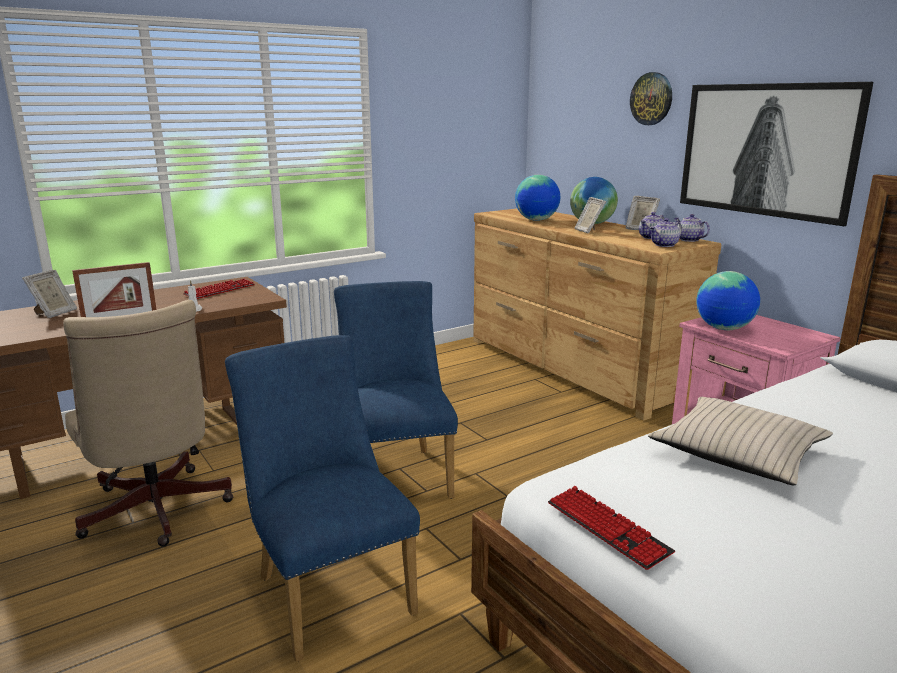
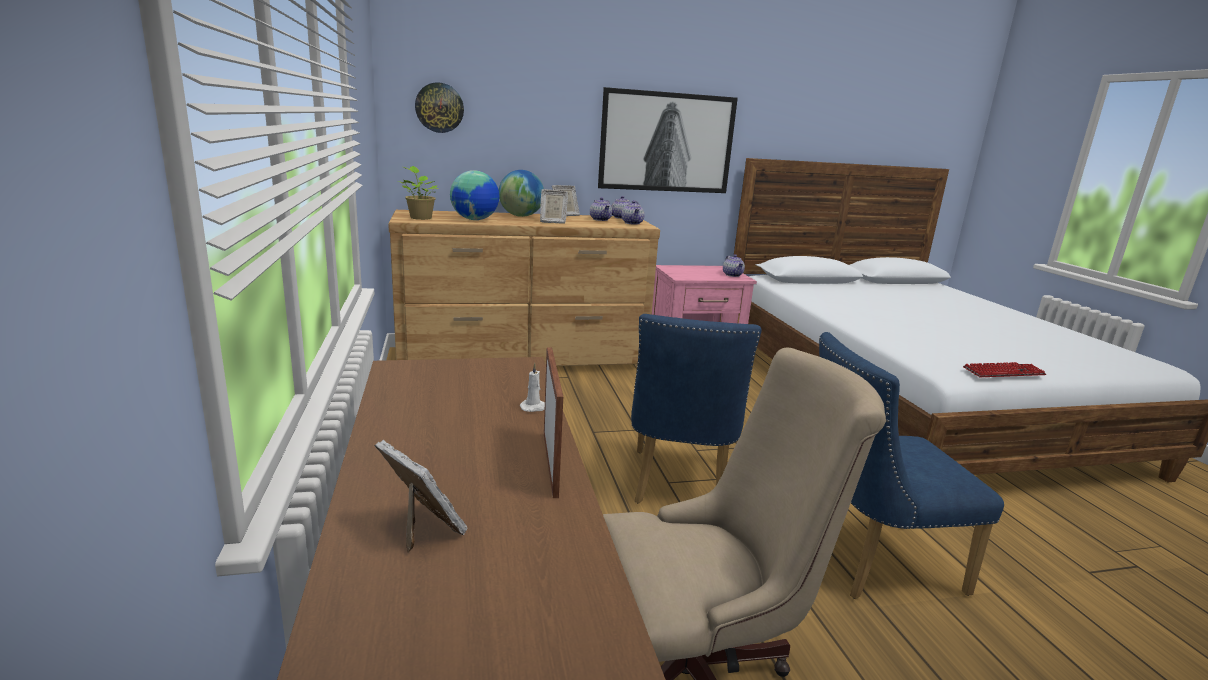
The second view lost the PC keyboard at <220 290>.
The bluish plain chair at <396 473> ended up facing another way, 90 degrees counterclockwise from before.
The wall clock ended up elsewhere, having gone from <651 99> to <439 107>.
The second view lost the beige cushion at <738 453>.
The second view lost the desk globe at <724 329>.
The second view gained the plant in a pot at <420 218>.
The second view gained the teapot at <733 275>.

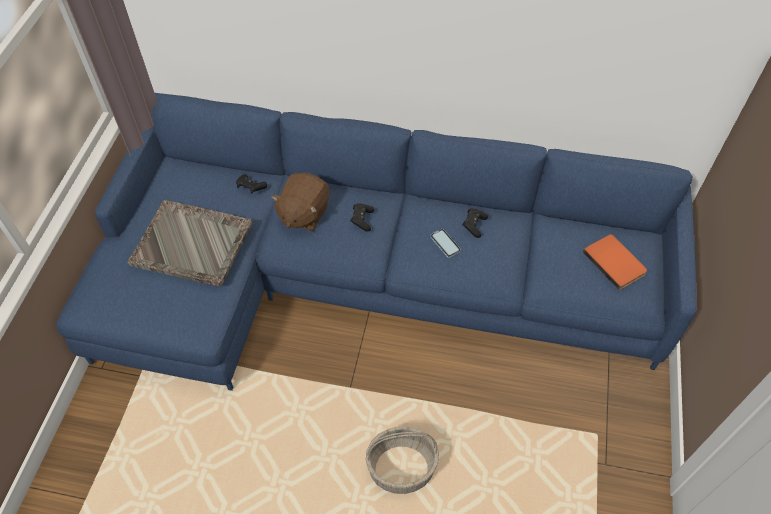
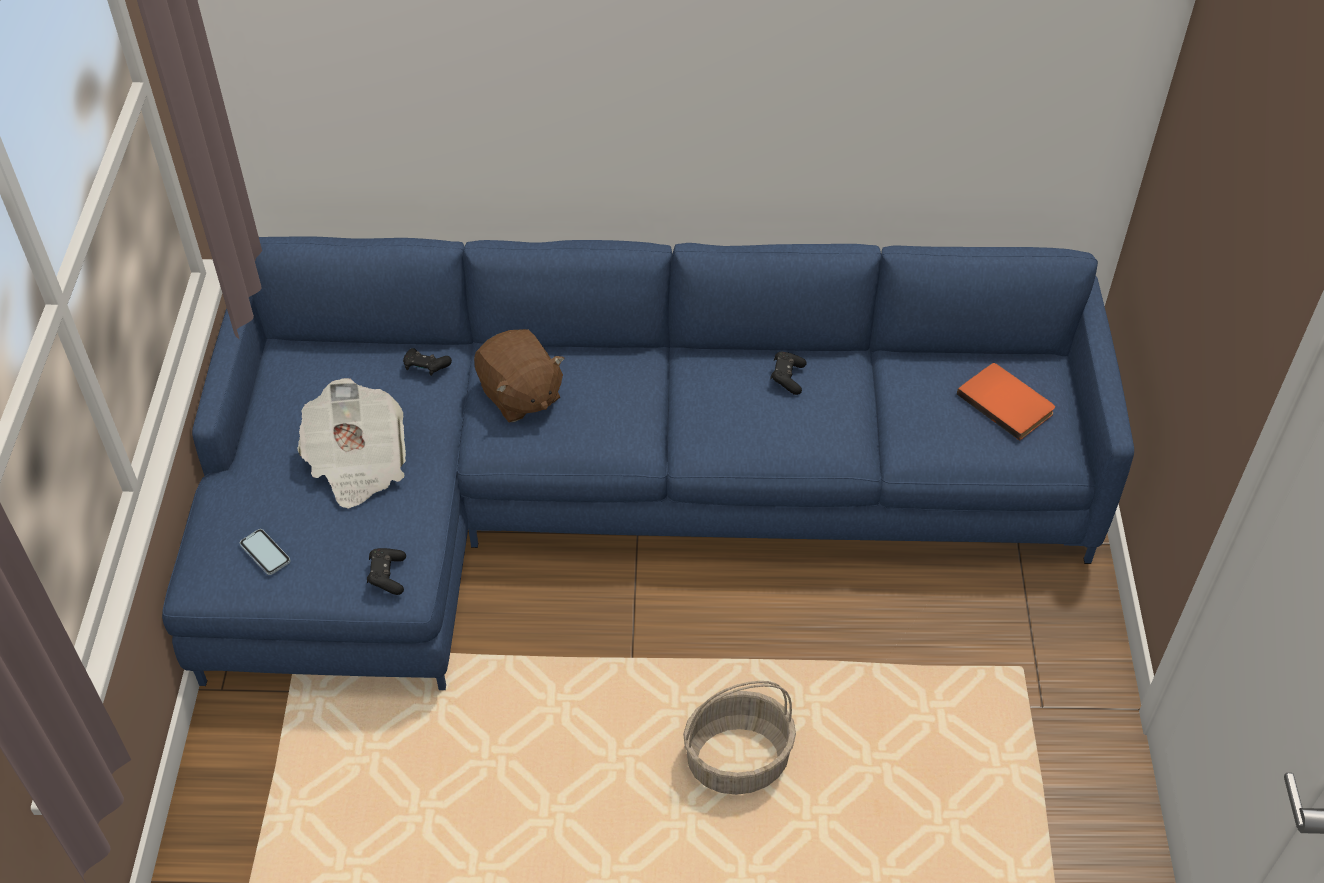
Where the gray serving tray stood at <193 244>, the daily paper came to stand at <357 463>.
The brown-coloured plush toy at <303 214> ended up facing another way, 45 degrees counterclockwise from before.
The black-coloured gamepad ended up elsewhere, having gone from <362 220> to <387 576>.
The phone ended up elsewhere, having gone from <445 244> to <265 553>.

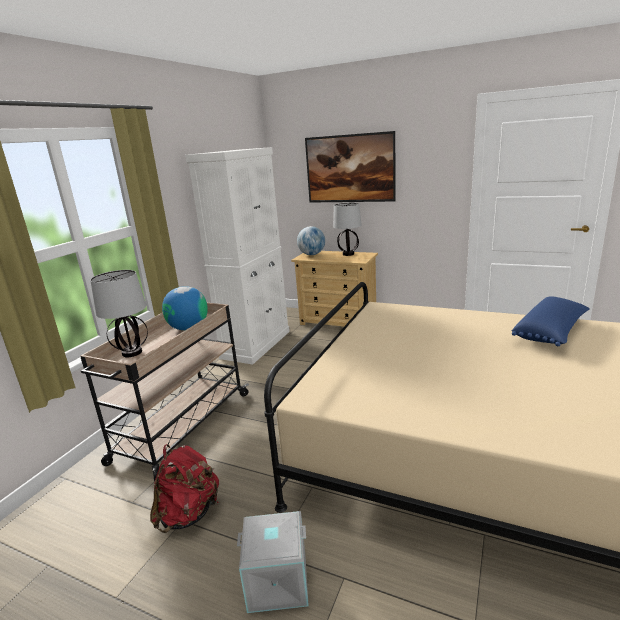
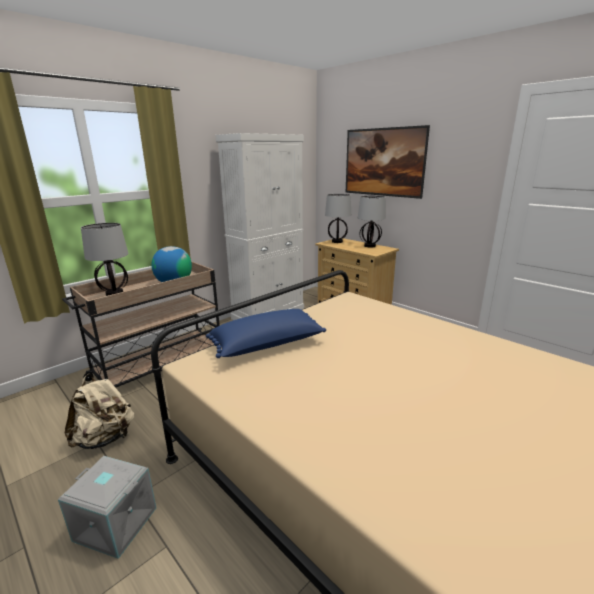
What was the reddish backpack at <189 514> turned into the beige backpack at <105 438>.
Where the desk globe stood at <312 254>, the table lamp came to stand at <337 241>.
The bluish cushion ended up elsewhere, having gone from <551 332> to <268 346>.

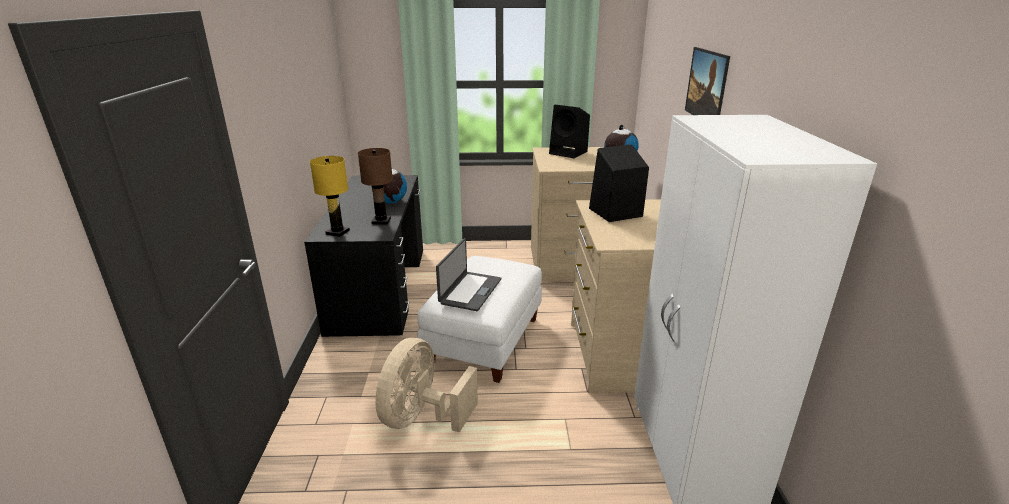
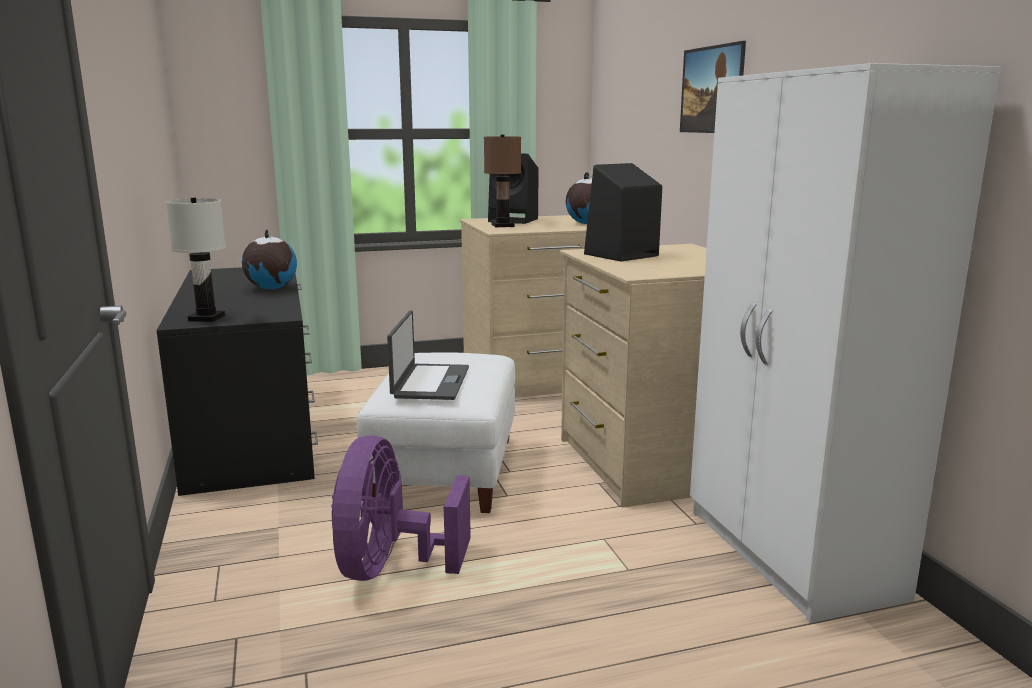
What was the yellowish table lamp at <338 232> turned into the whitish table lamp at <207 318>.
The brown-coloured table lamp ended up elsewhere, having gone from <381 221> to <502 225>.
What was the beige fan at <422 417> turned into the purple-coloured fan at <390 567>.

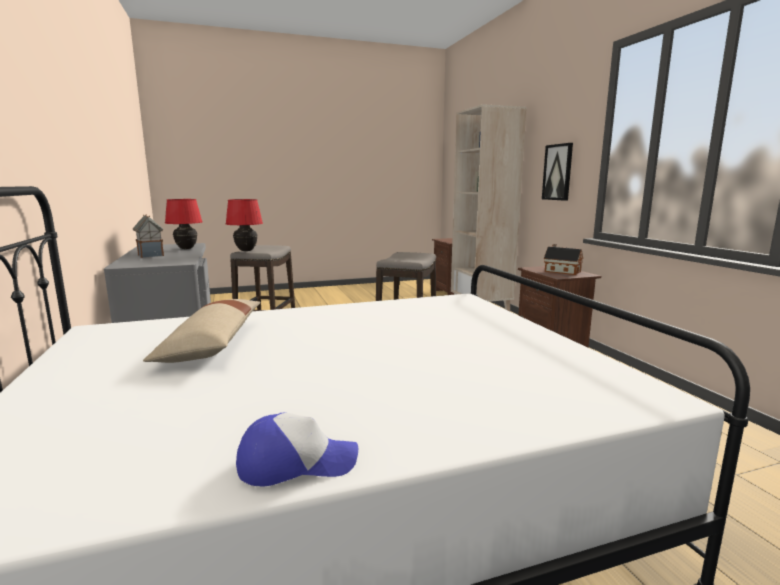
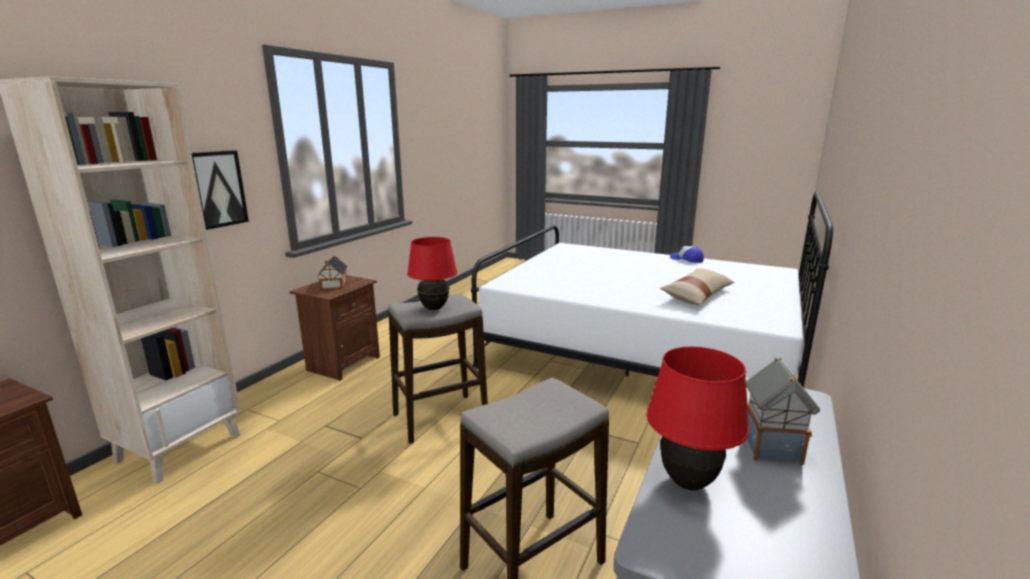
The reddish table lamp ended up elsewhere, having gone from <246 251> to <434 308>.

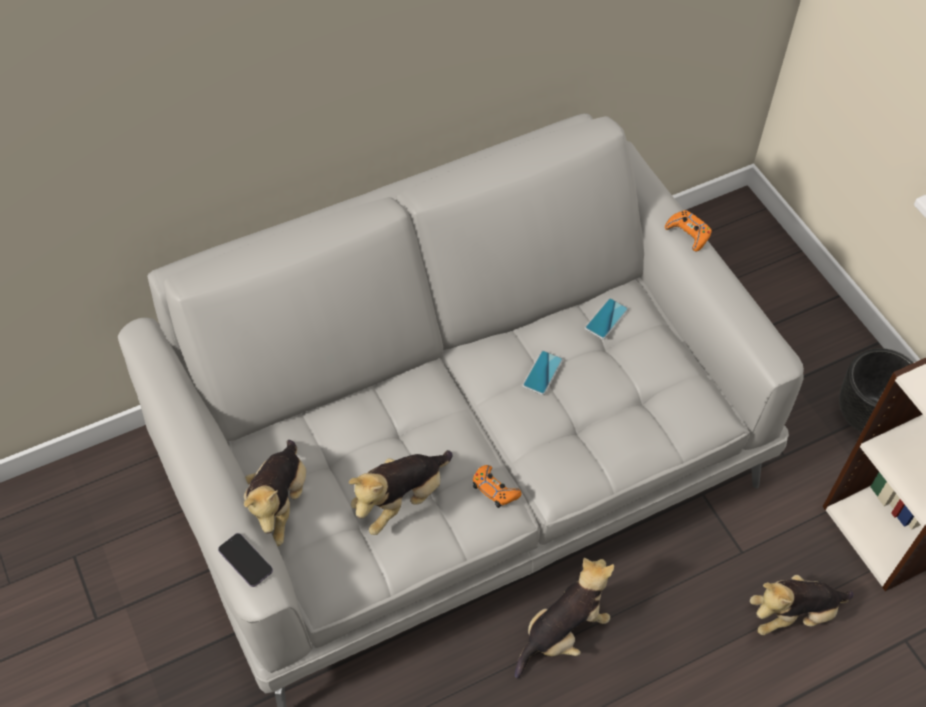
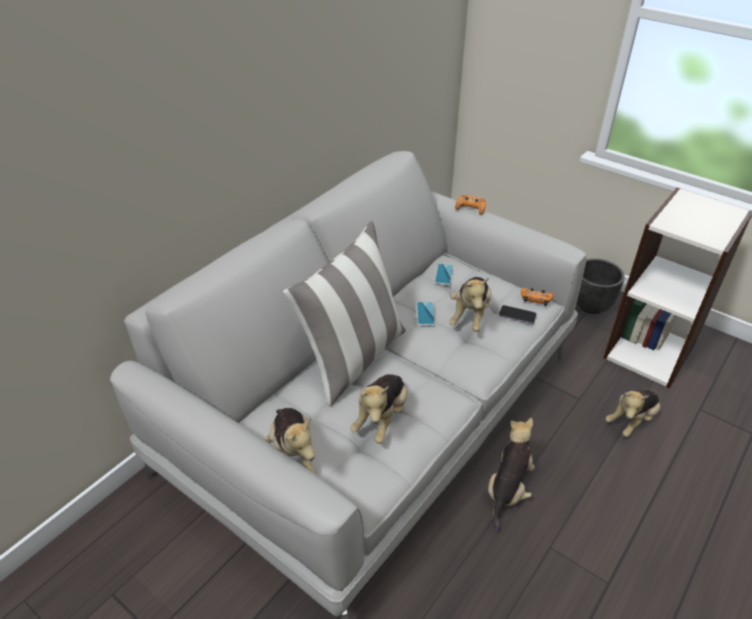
The phone ended up elsewhere, having gone from <245 561> to <517 315>.
The orange gamepad ended up elsewhere, having gone from <495 489> to <535 299>.
The second view gained the cushion at <352 358>.
The second view gained the plush toy at <470 315>.

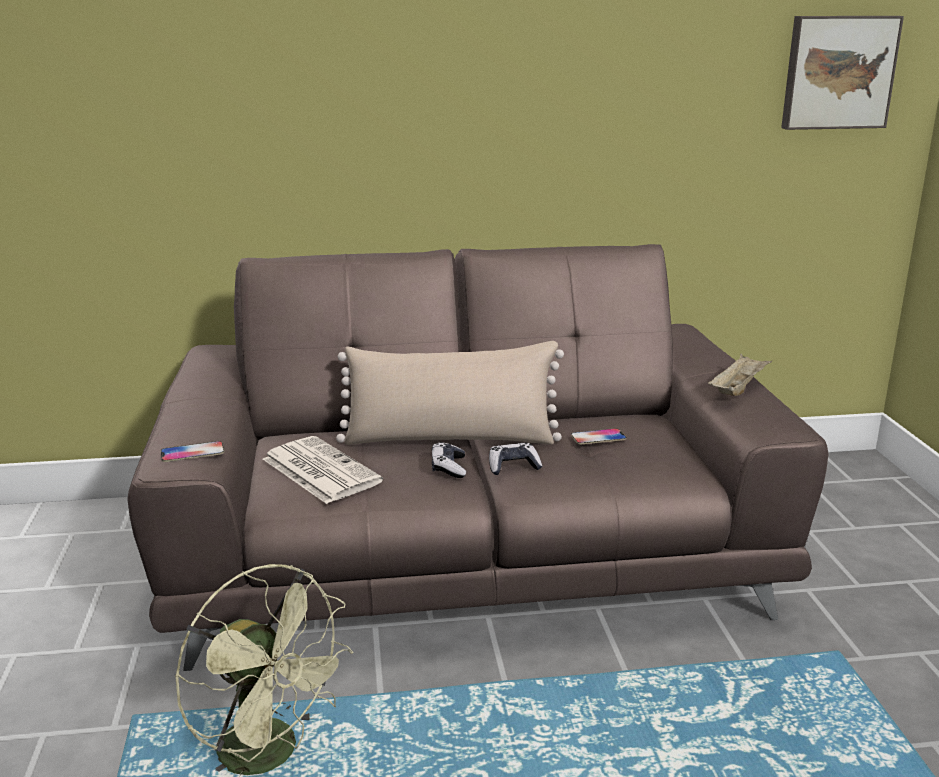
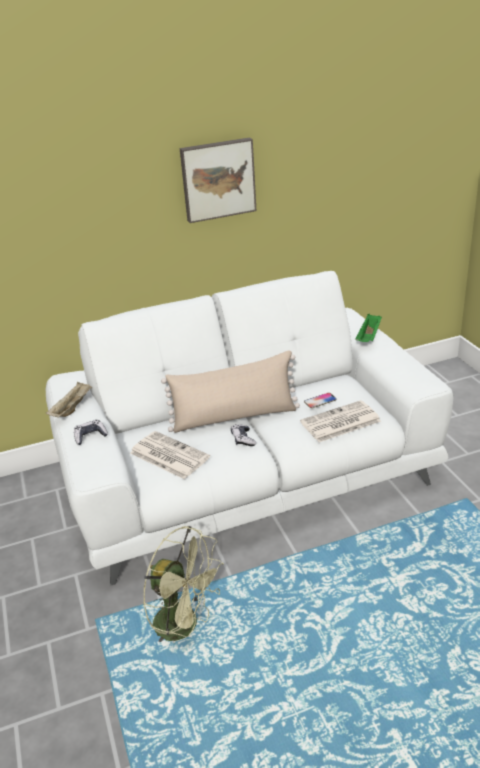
What was the brown-coloured couch at <470 554> turned into the whitish couch at <247 474>.
The second view lost the phone at <192 453>.
The gamepad ended up elsewhere, having gone from <513 466> to <90 436>.
The beige serving tray ended up elsewhere, having gone from <737 389> to <73 407>.
The wall art ended up elsewhere, having gone from <838 72> to <217 179>.
The second view gained the daily paper at <339 422>.
The second view gained the green serving tray at <369 337>.

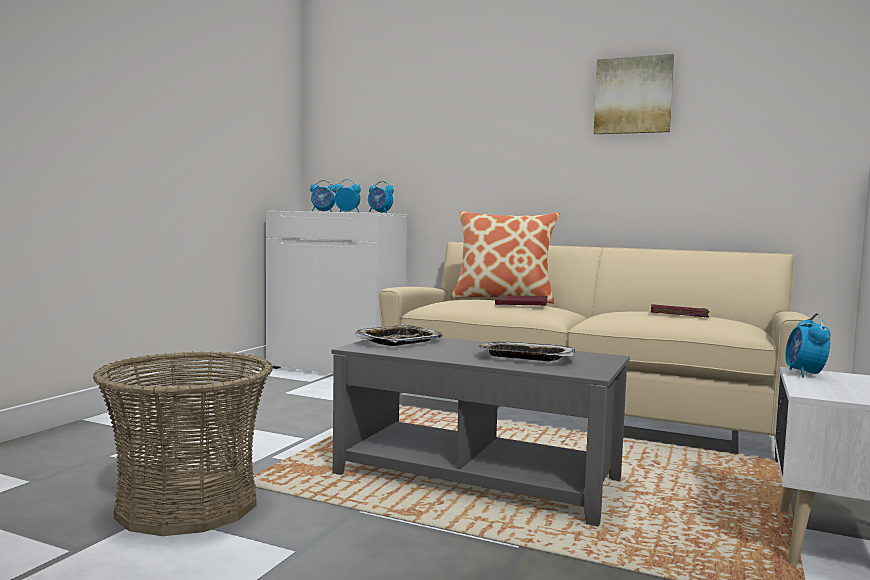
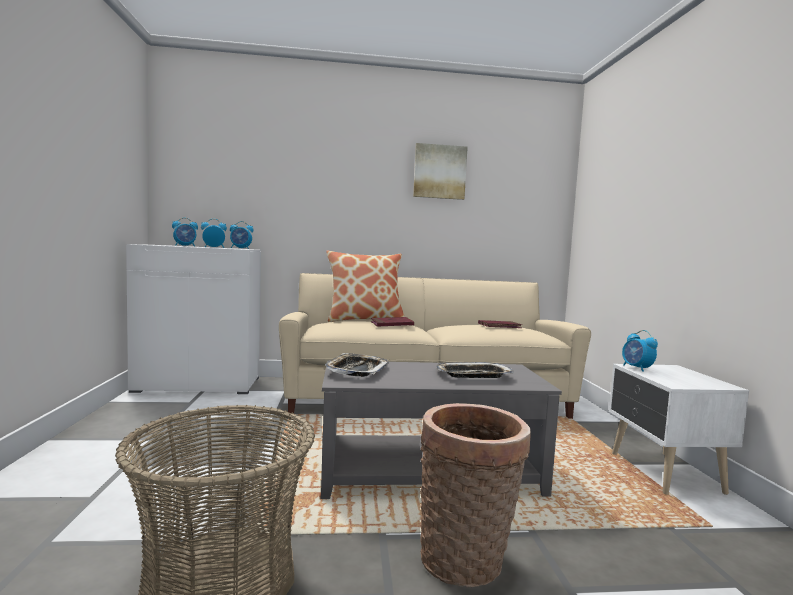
The second view gained the basket at <466 561>.

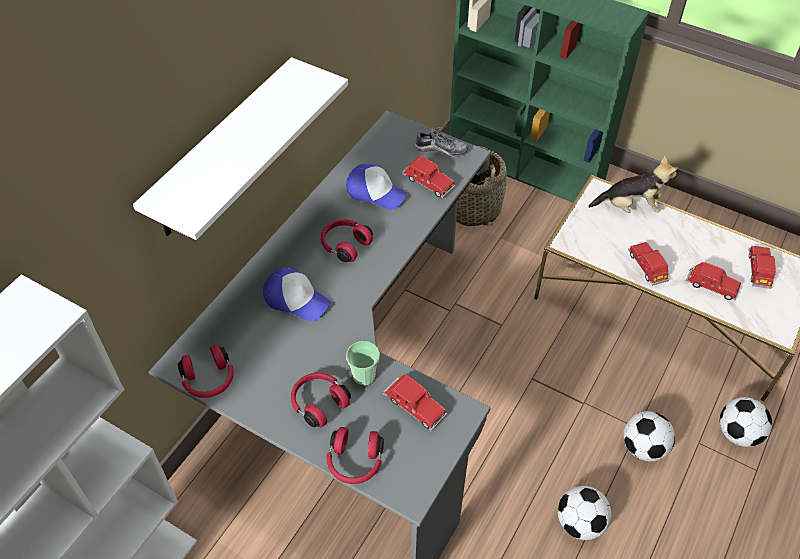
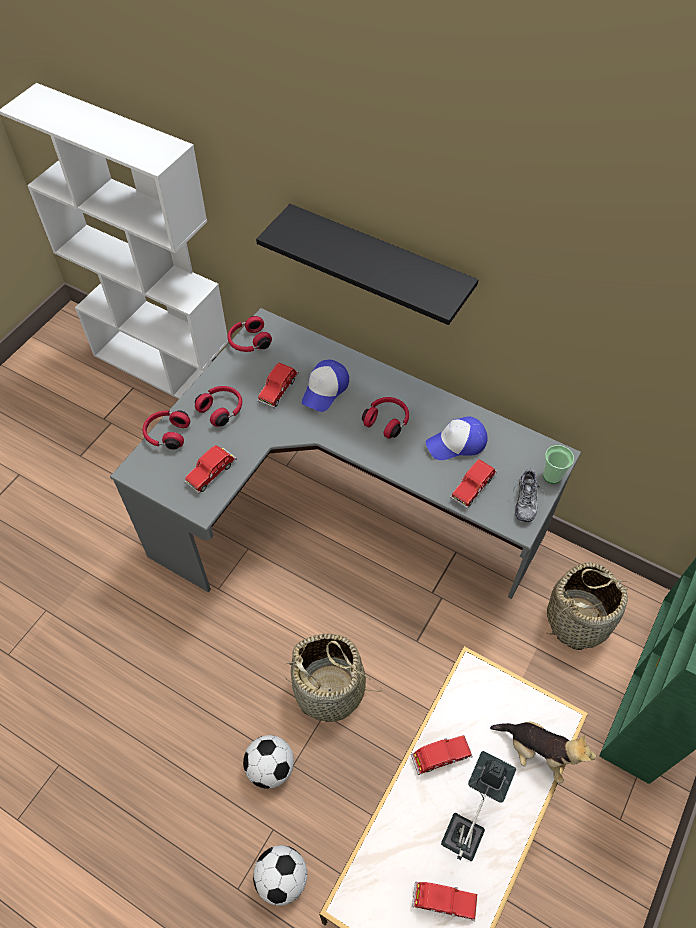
What was the whitish wall shelf at <223 149> turned into the black-coloured wall shelf at <379 261>.
The baseball cap at <375 192> ended up facing another way, 45 degrees clockwise from before.
The small cup ended up elsewhere, having gone from <364 376> to <552 475>.
The second view lost the football at <580 523>.
The plush toy at <630 207> ended up facing another way, 60 degrees counterclockwise from before.
The reddish model car ended up elsewhere, having gone from <711 287> to <278 390>.
The second view gained the basket at <330 690>.
The second view gained the table lamp at <466 827>.

